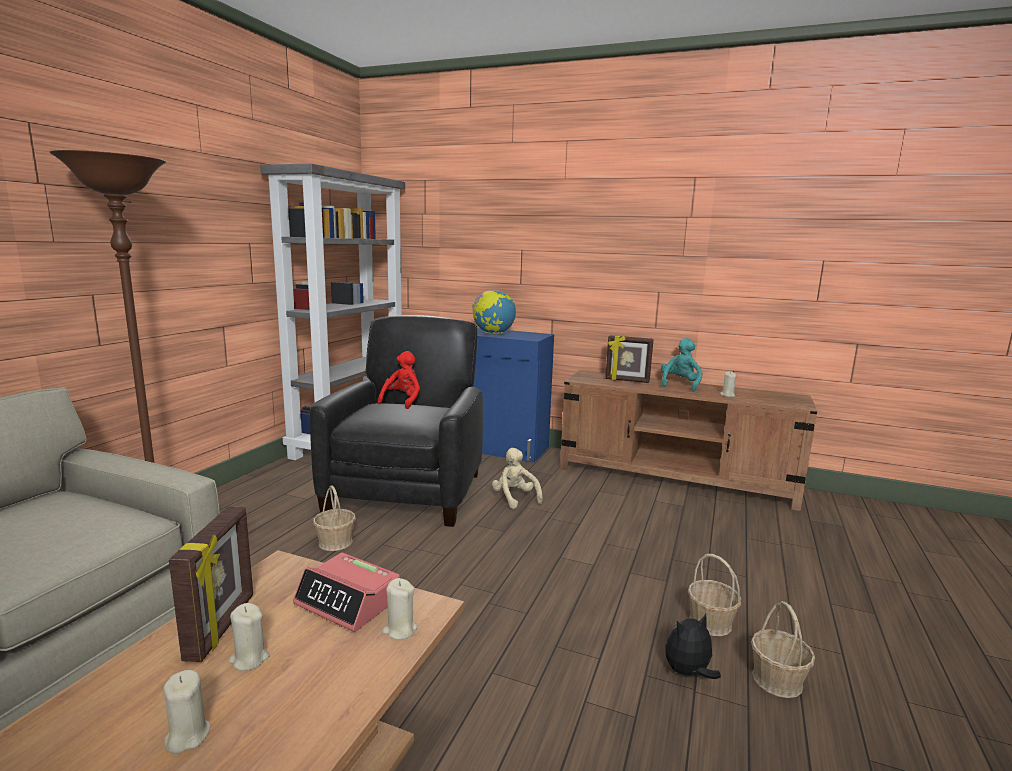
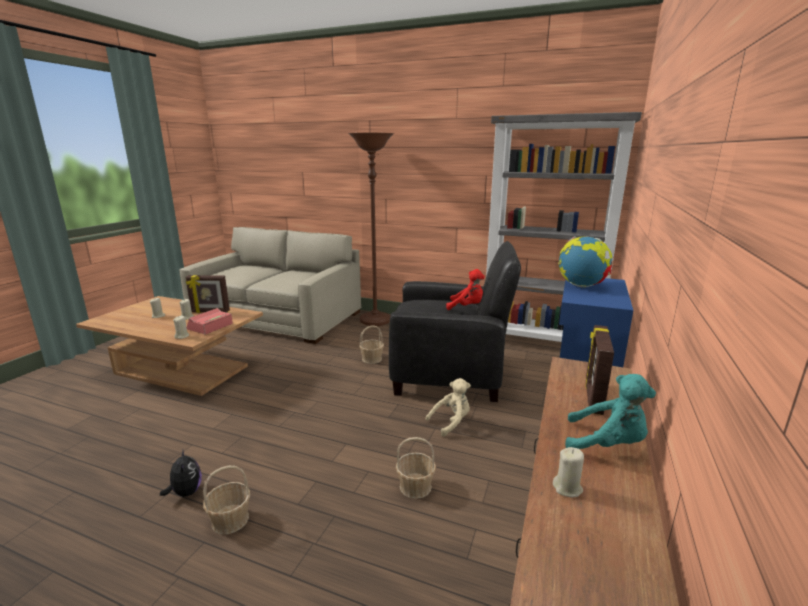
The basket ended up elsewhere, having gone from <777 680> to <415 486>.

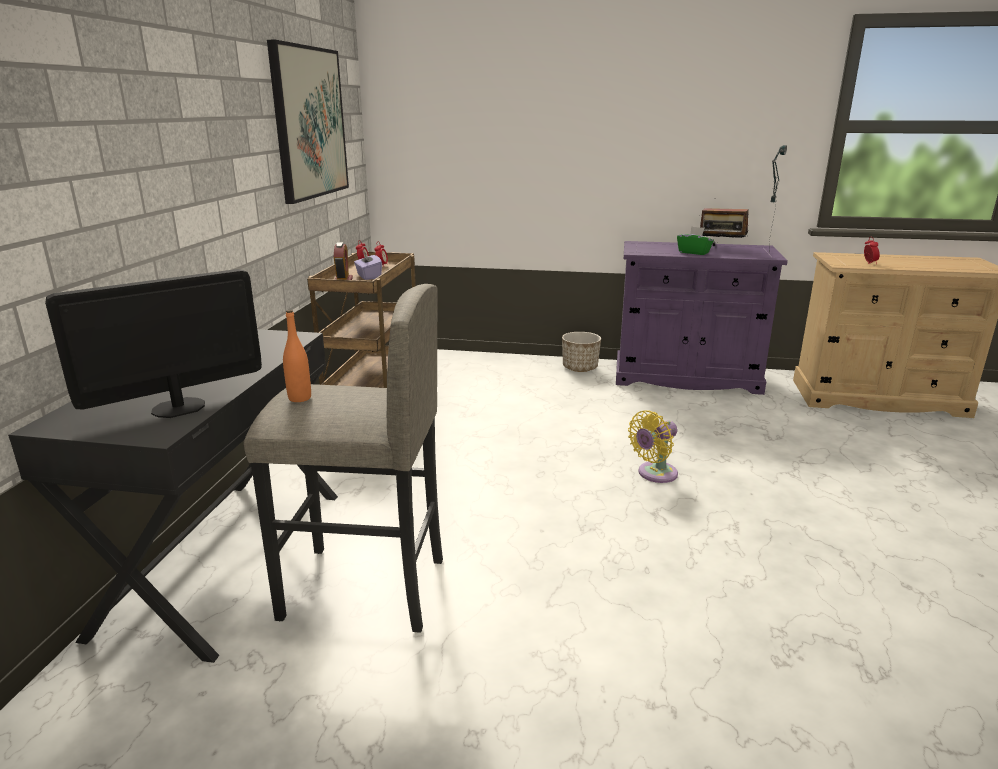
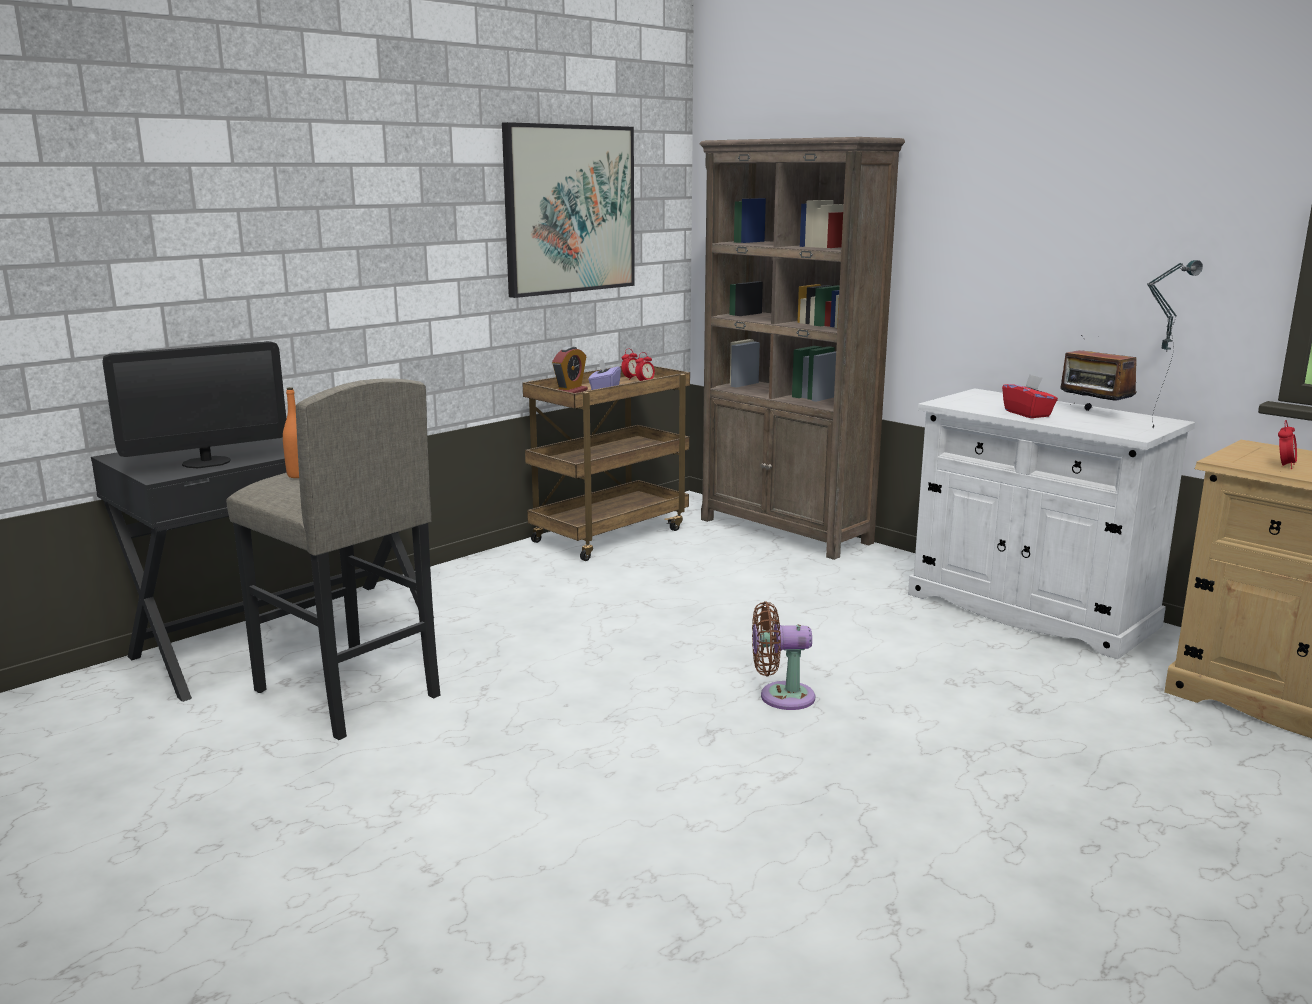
The computer screen at <178 408> ended up facing another way, 150 degrees clockwise from before.
The second view lost the flower pot at <580 368>.
What was the purple-coloured cabinet at <686 377> turned into the whitish cabinet at <1030 610>.
What was the yellowish fan at <654 474> turned into the brown-coloured fan at <781 697>.
What was the green box of tissues at <694 252> turned into the reddish box of tissues at <1027 414>.
The second view gained the brown-coloured bookshelf at <785 531>.

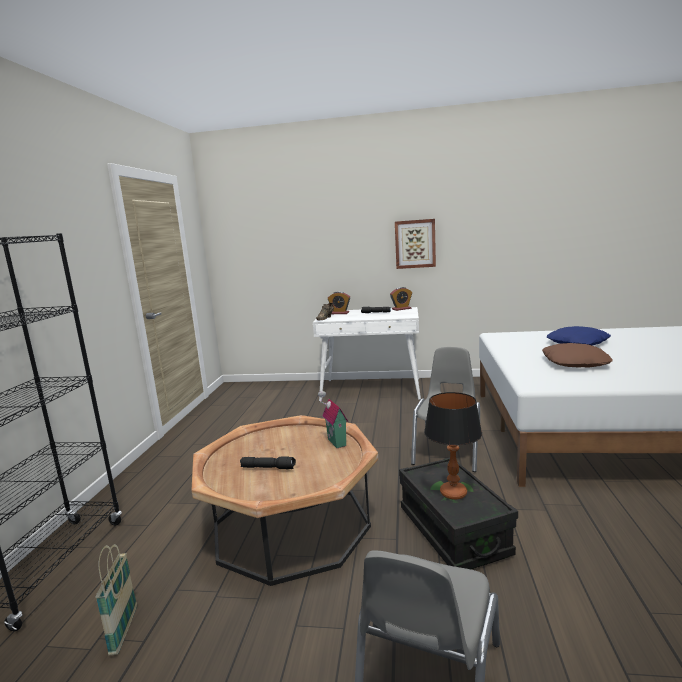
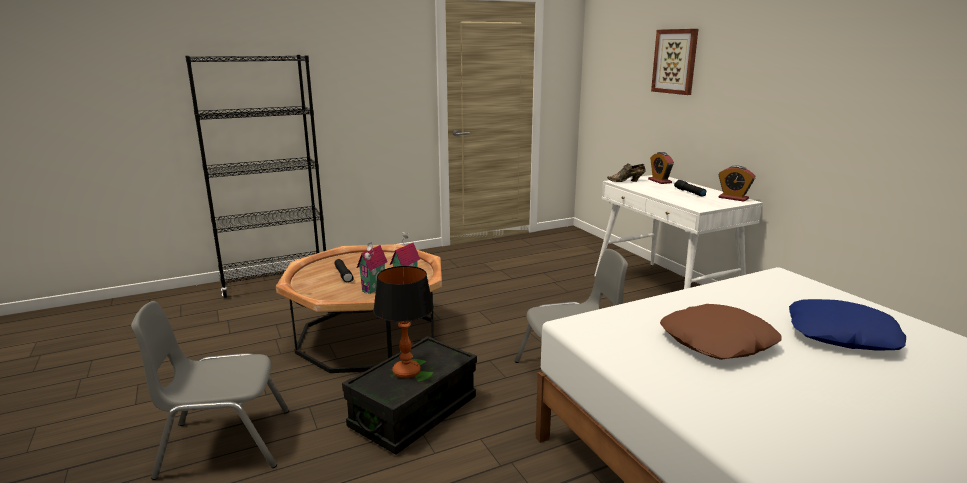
The second view lost the basket at <124 630>.
The wall art ended up elsewhere, having gone from <415 244> to <675 61>.
The second view gained the model house at <375 289>.

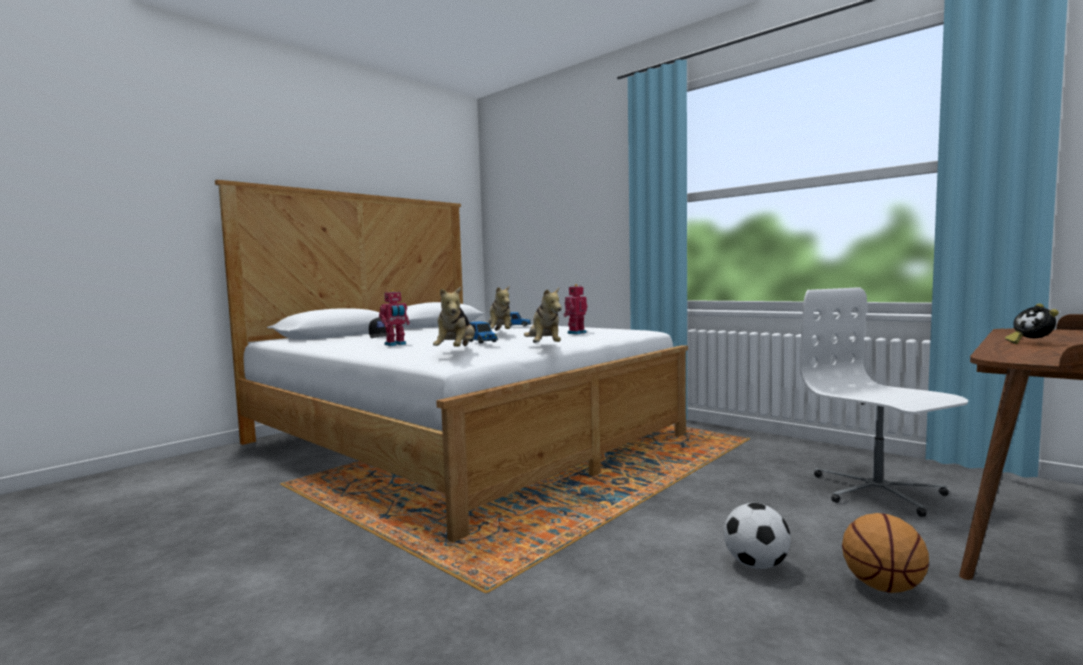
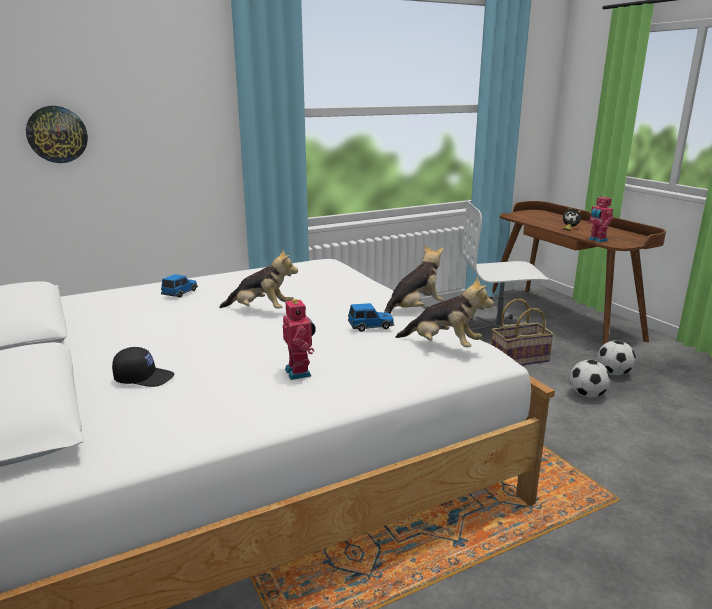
The plush toy at <544 347> ended up facing another way, 45 degrees counterclockwise from before.
The toy robot ended up elsewhere, having gone from <576 333> to <597 240>.
Where the basketball ball stood at <882 587>, the football came to stand at <613 373>.
The second view gained the wall clock at <57 134>.
The second view gained the basket at <519 358>.

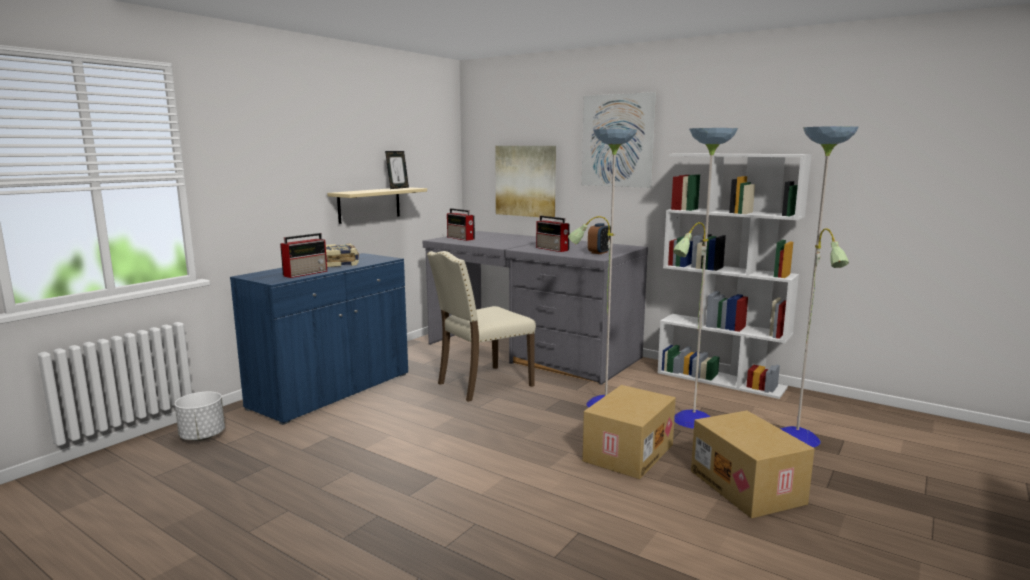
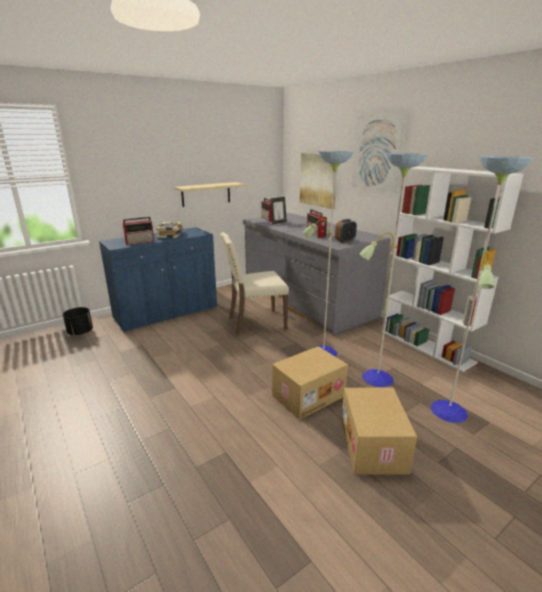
What was the whitish flower pot at <202 436> turned into the black-coloured flower pot at <80 332>.
The picture frame ended up elsewhere, having gone from <398 188> to <278 222>.

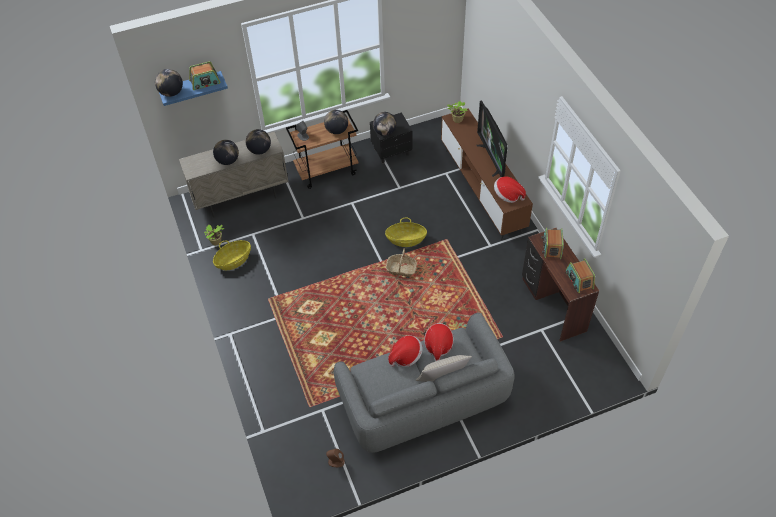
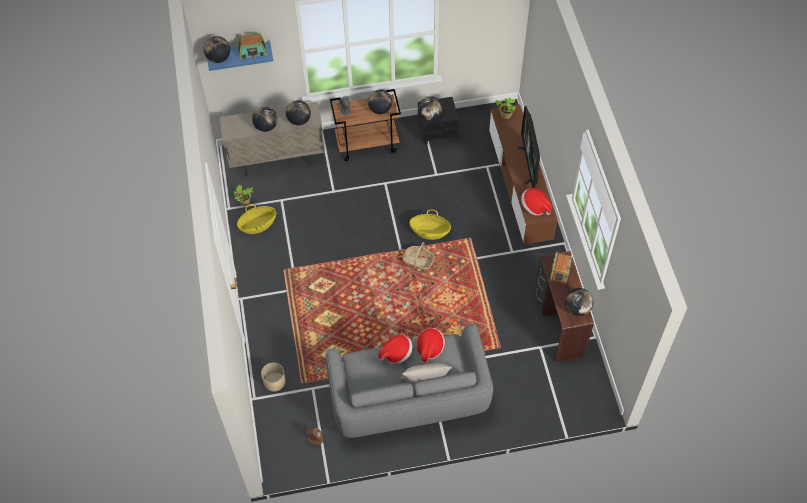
Where the radio receiver stood at <579 280>, the desk globe came to stand at <577 309>.
The second view gained the beige flower pot at <274 381>.

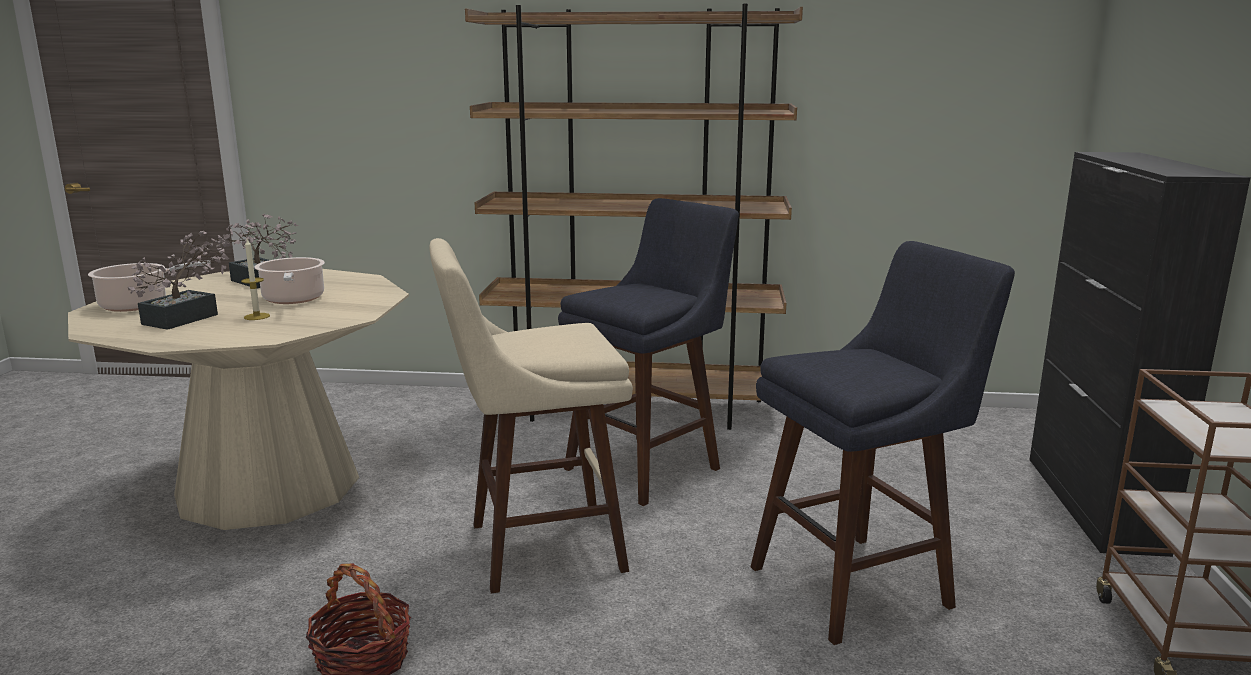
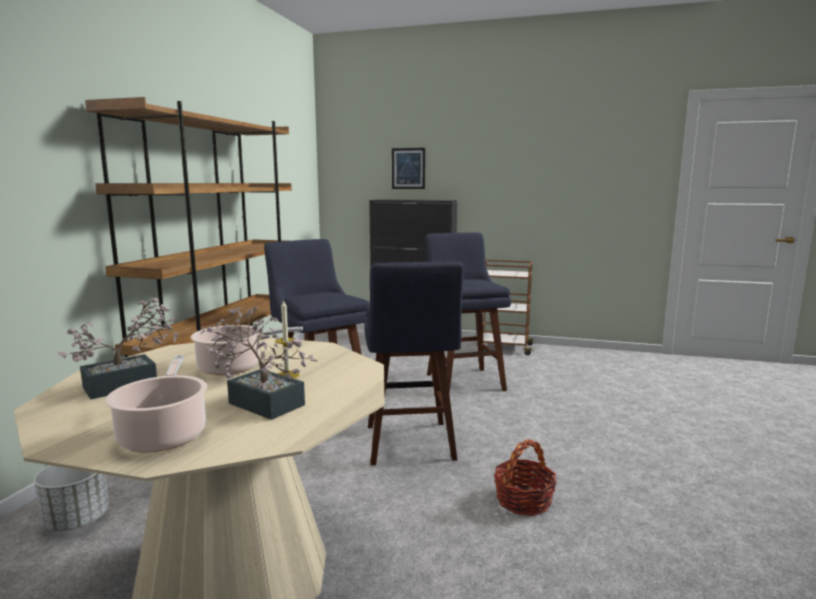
What was the beige stool at <535 549> turned into the bluish stool at <410 446>.
The second view gained the whitish flower pot at <77 520>.
The second view gained the wall art at <408 168>.

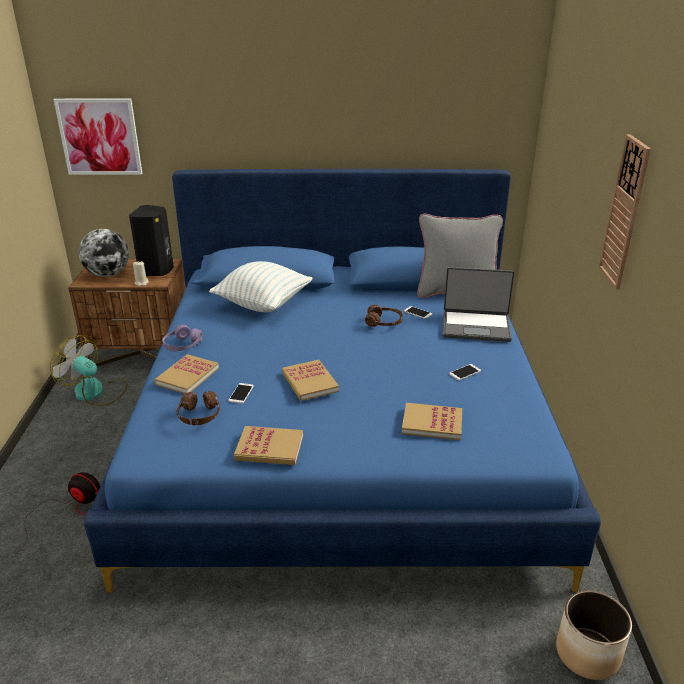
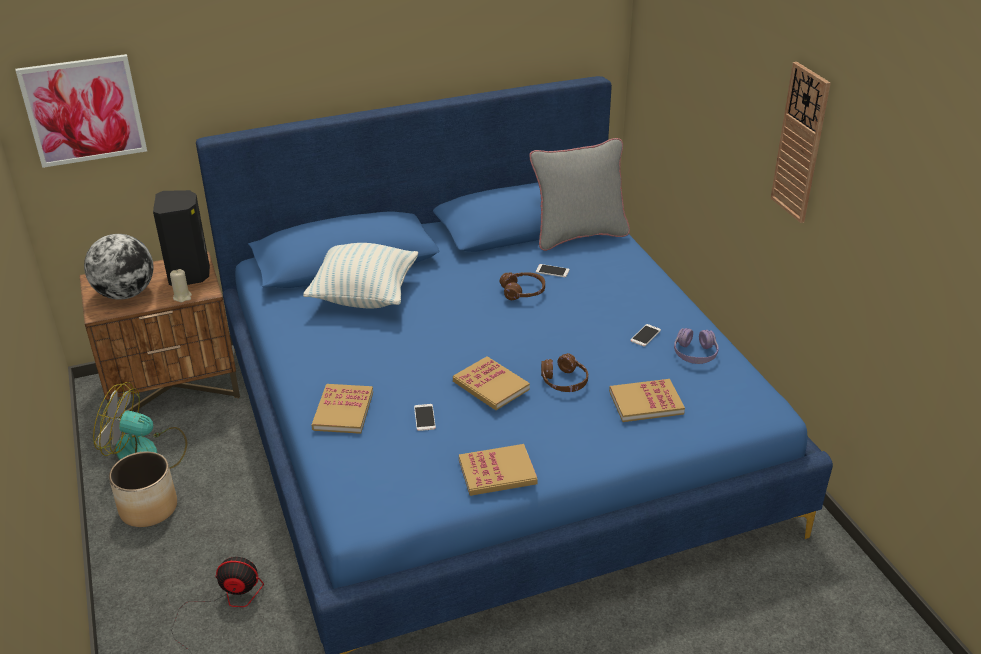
The purple-coloured pair of headphones ended up elsewhere, having gone from <182 345> to <695 354>.
The brown-coloured pair of headphones ended up elsewhere, having gone from <199 415> to <564 381>.
The second view lost the laptop at <476 326>.
The flower pot ended up elsewhere, having gone from <588 654> to <149 509>.

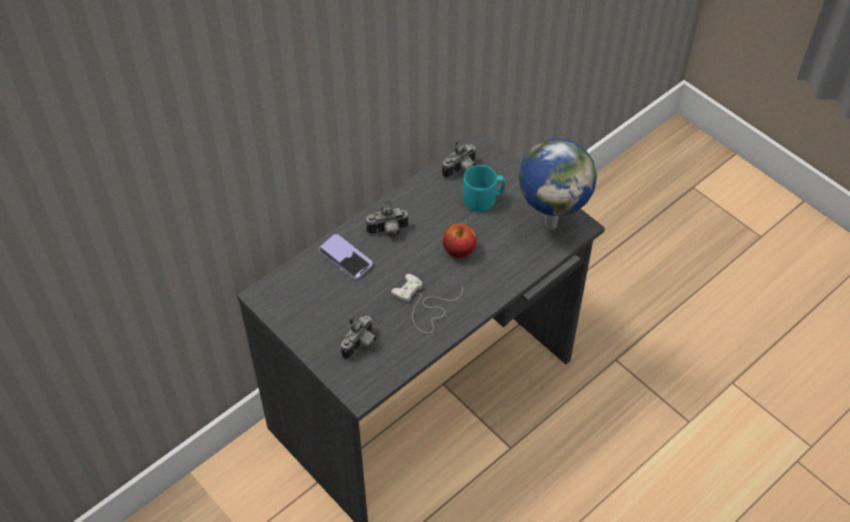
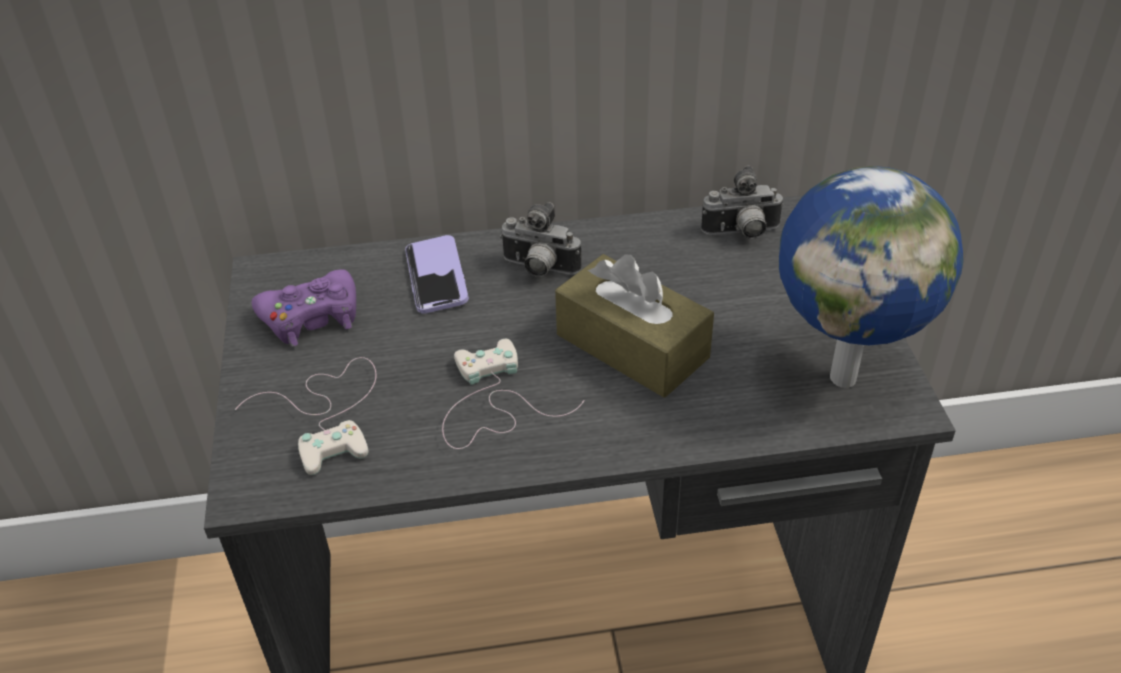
Where the still camera stood at <361 345>, the whitish gamepad came to stand at <329 413>.
Where the whole apple stood at <459 251>, the brown-coloured box of tissues came to stand at <632 346>.
The second view lost the turquoise coffee mug at <483 199>.
The second view gained the purple-coloured gamepad at <312 317>.

